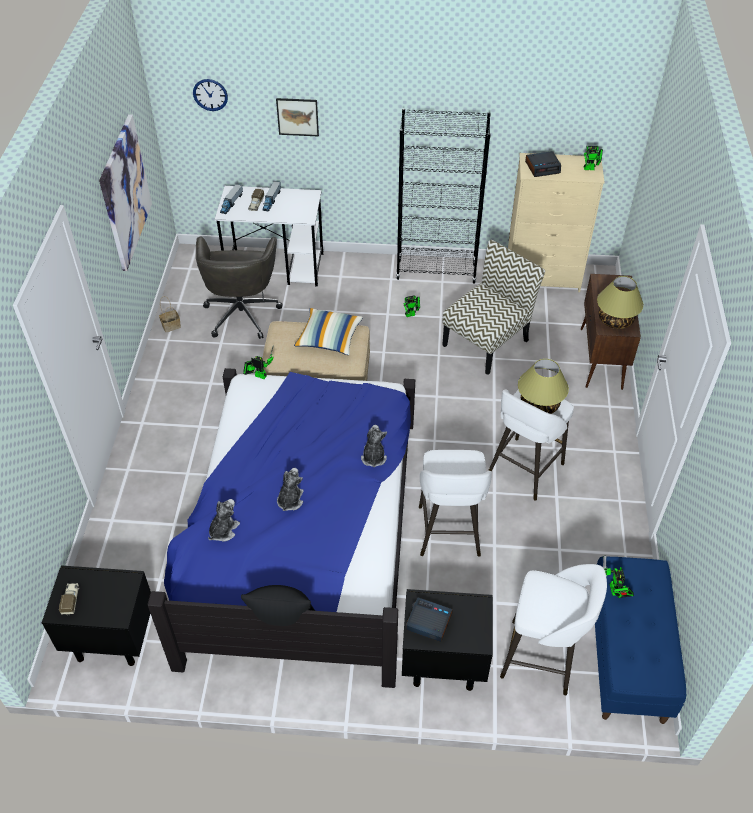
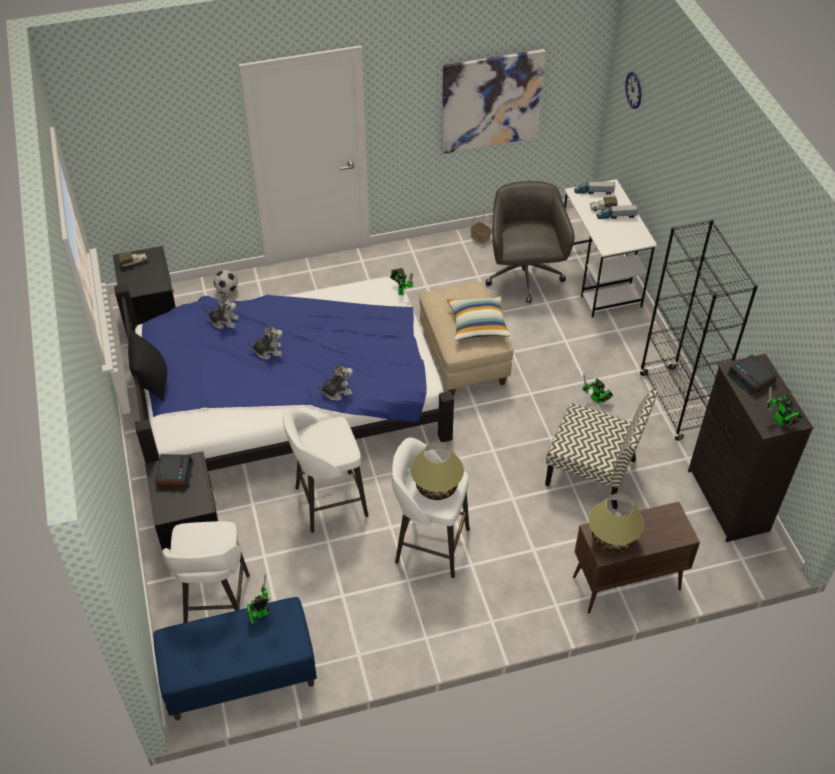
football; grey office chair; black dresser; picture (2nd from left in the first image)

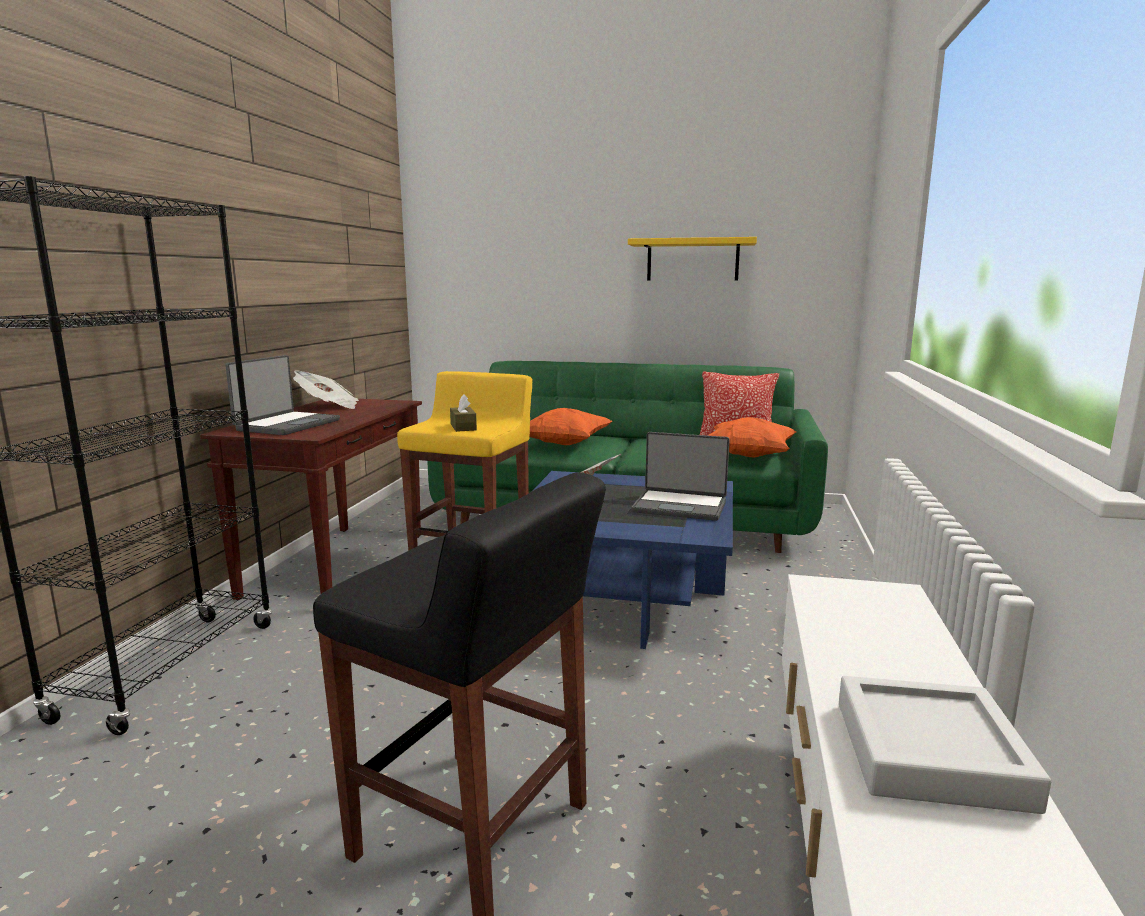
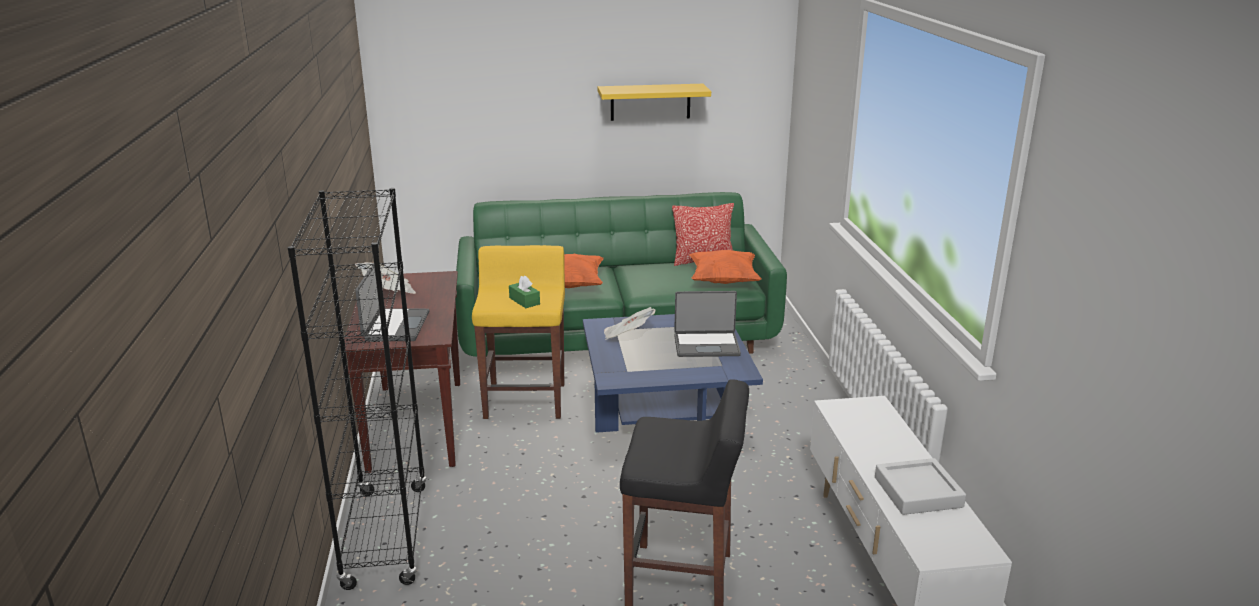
green tissue box

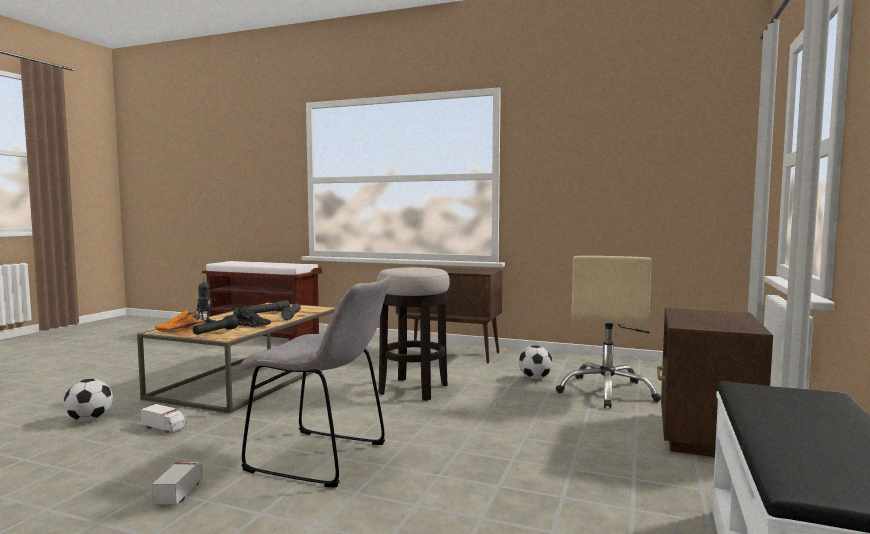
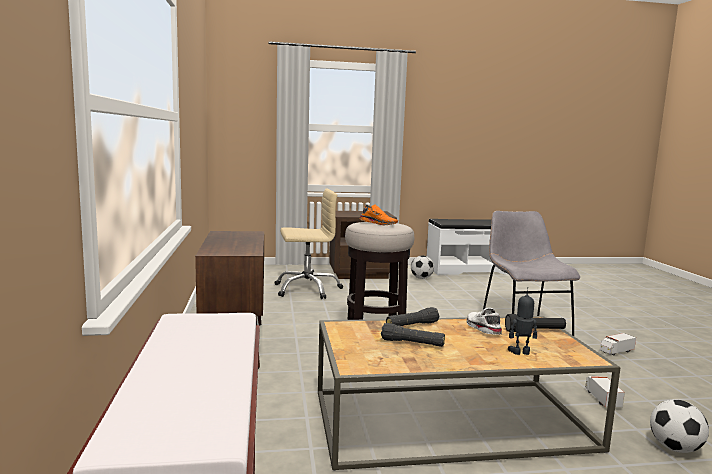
orange shoe; football (1st from left); white shoe

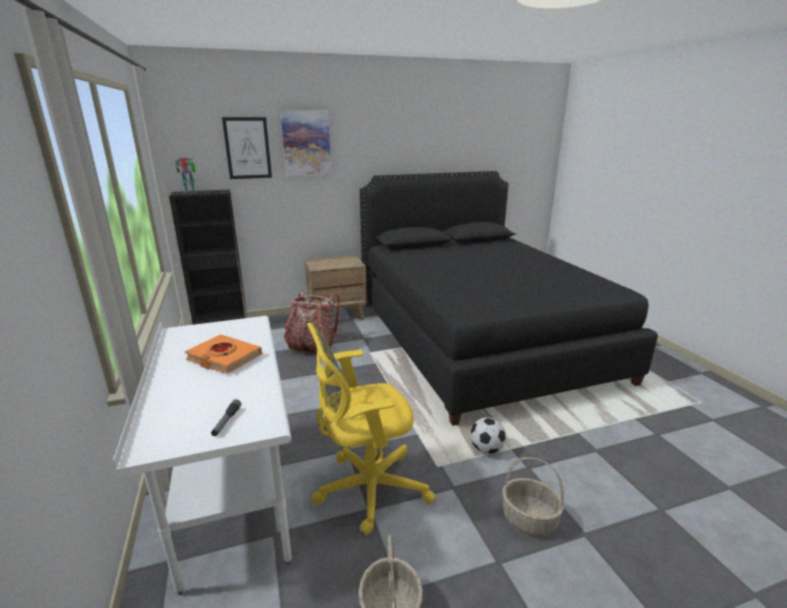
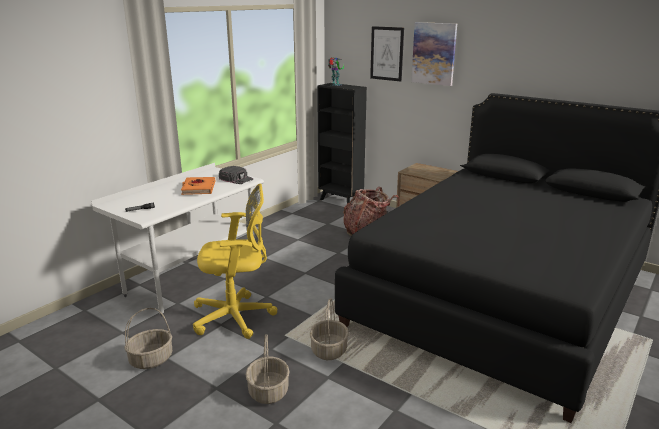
yellow office chair; black cap; basket (3rd from left)

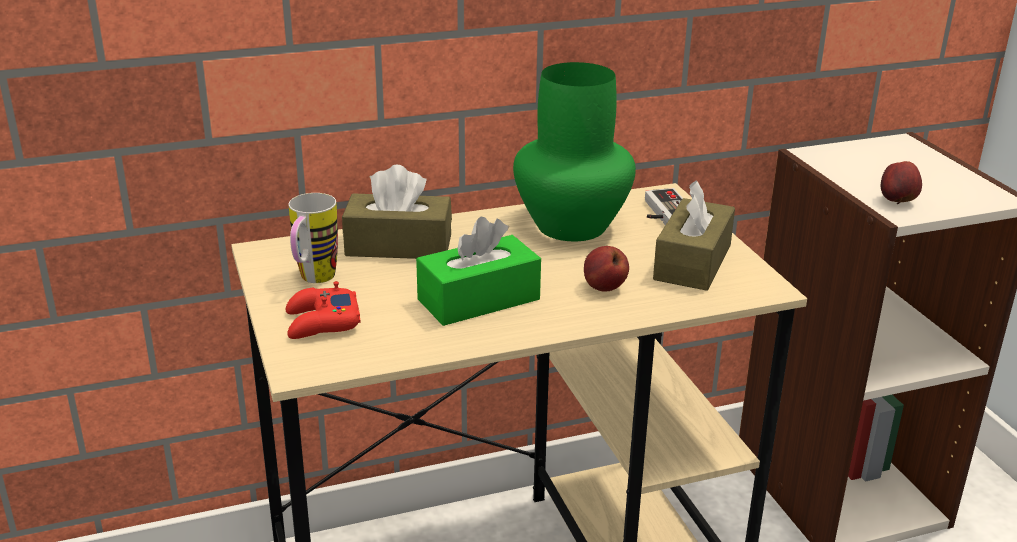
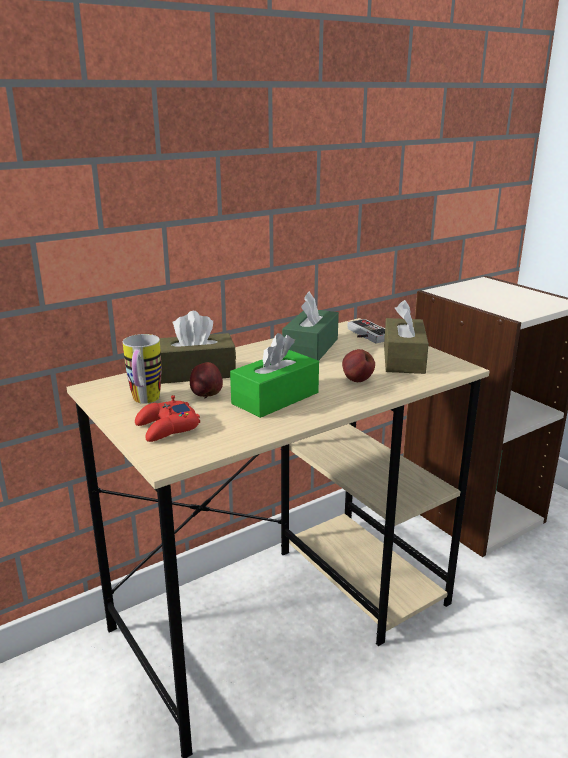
apple (1st from left); green tissue box (2nd from left)

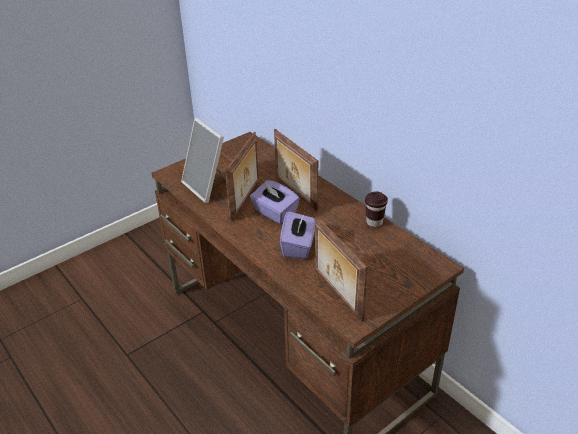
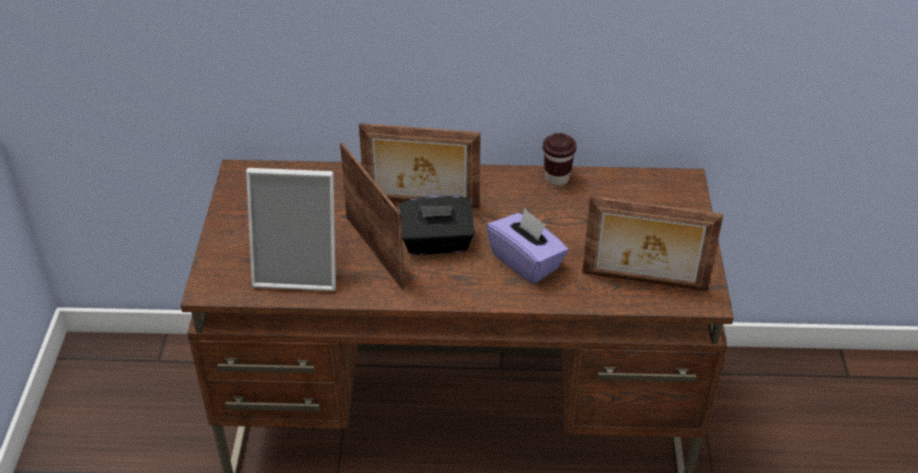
black tissue box

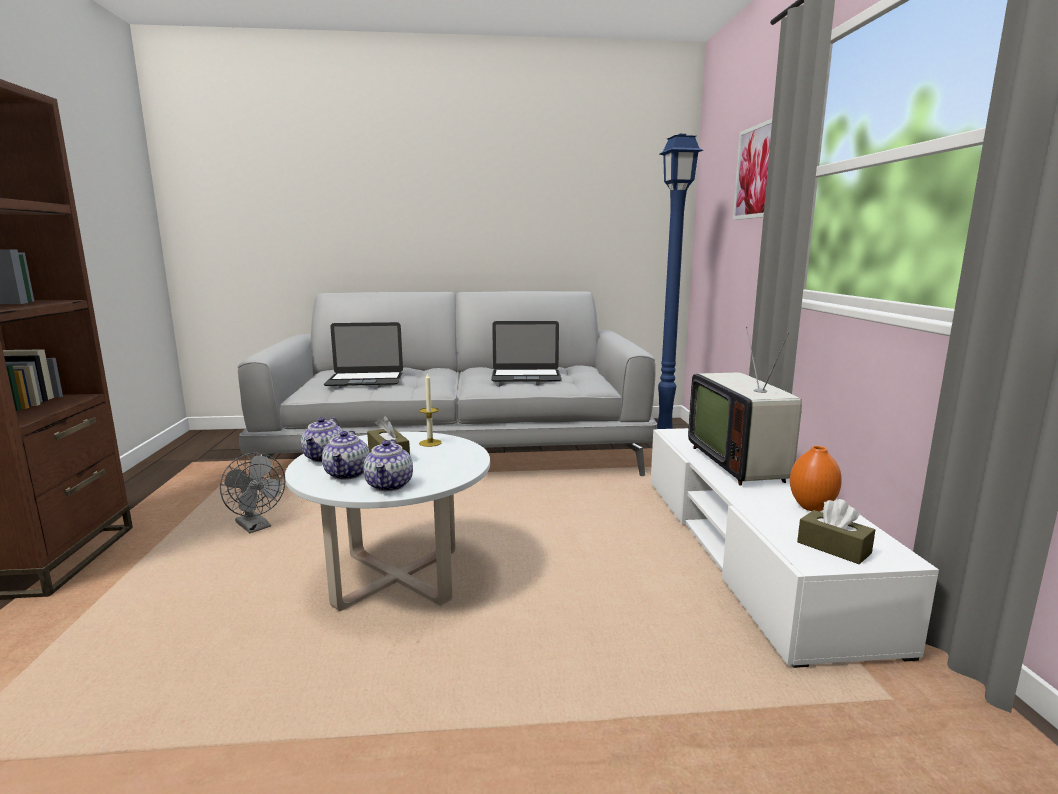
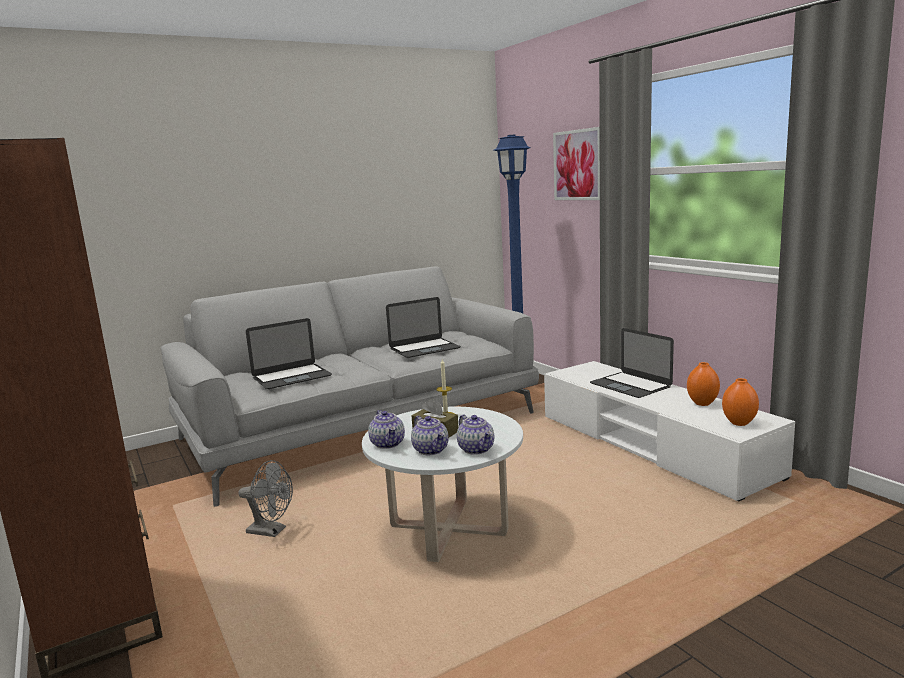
laptop (3rd from left); orange vase (2nd from left)

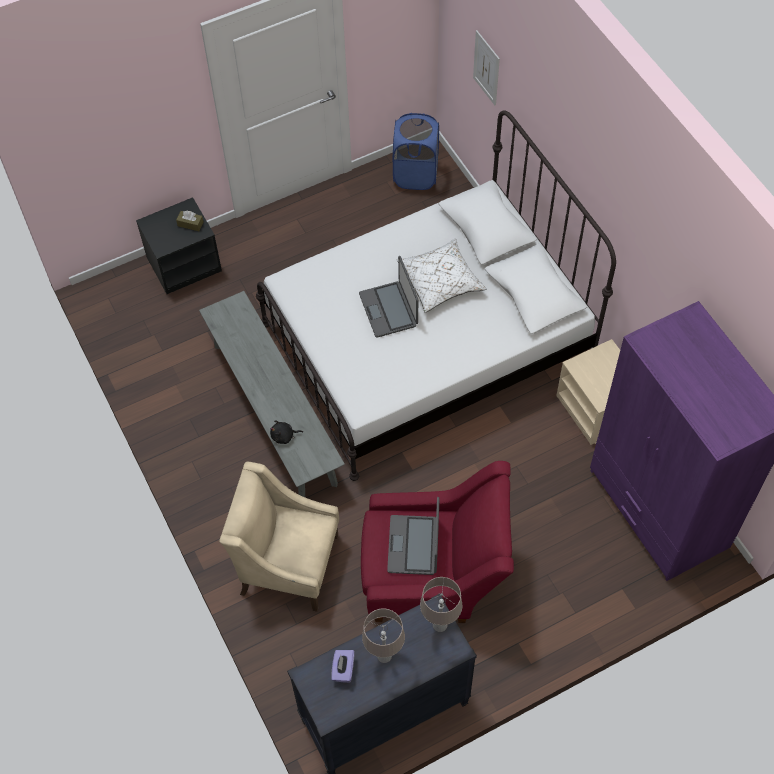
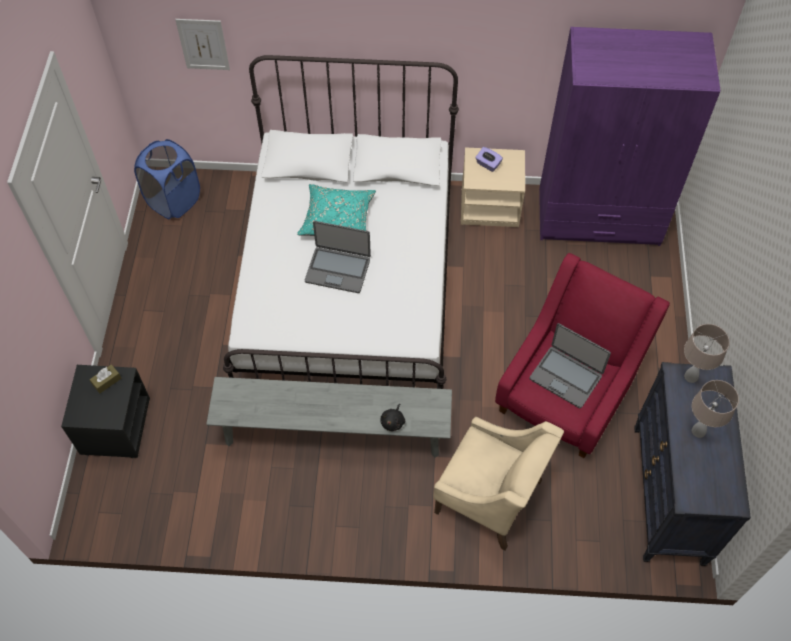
turquoise pillow; beige armchair; purple tissue box

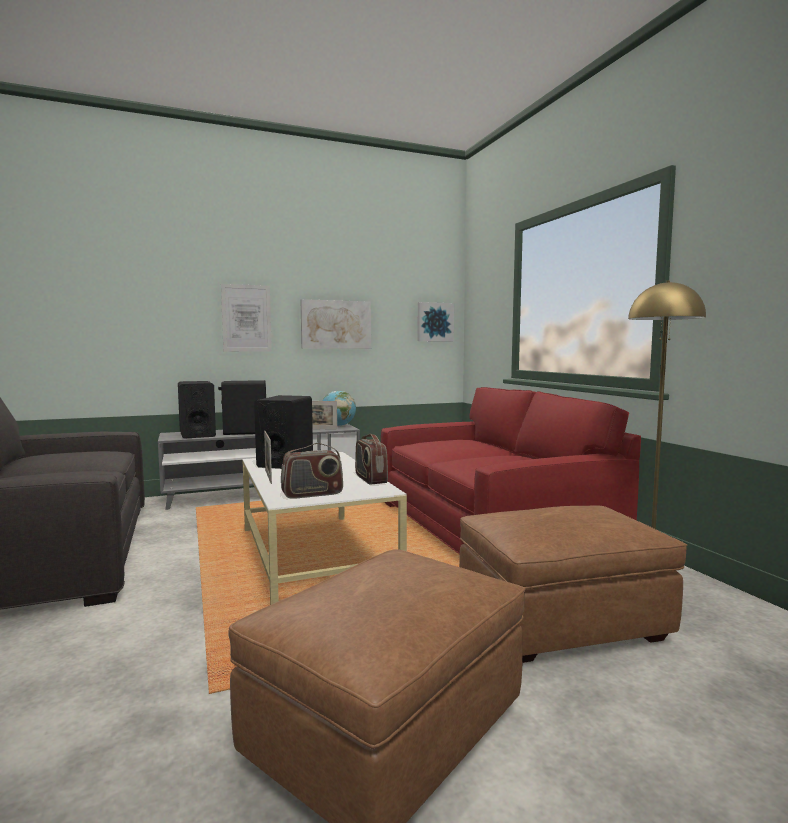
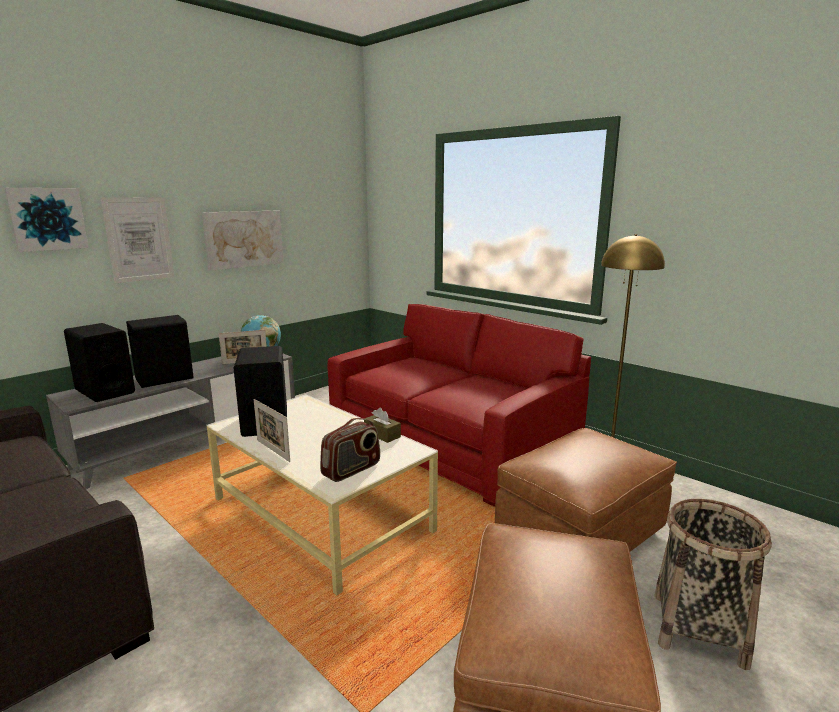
picture (1st from left); brown tissue box; basket

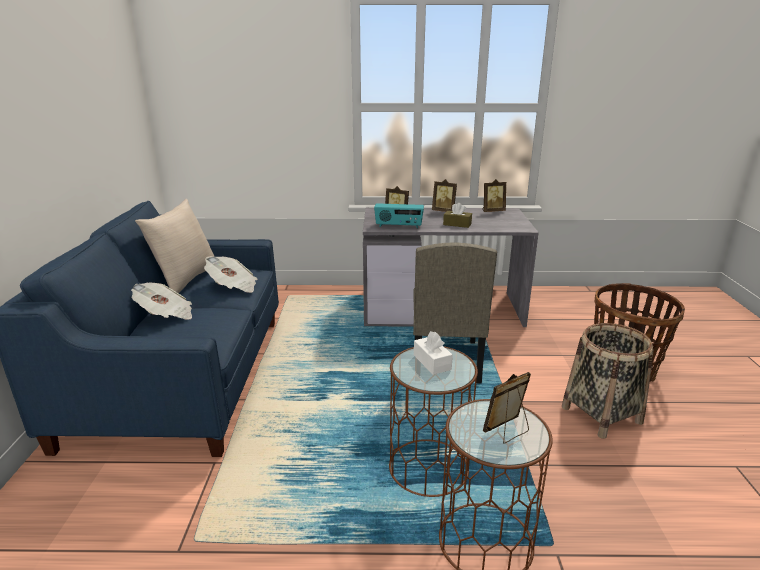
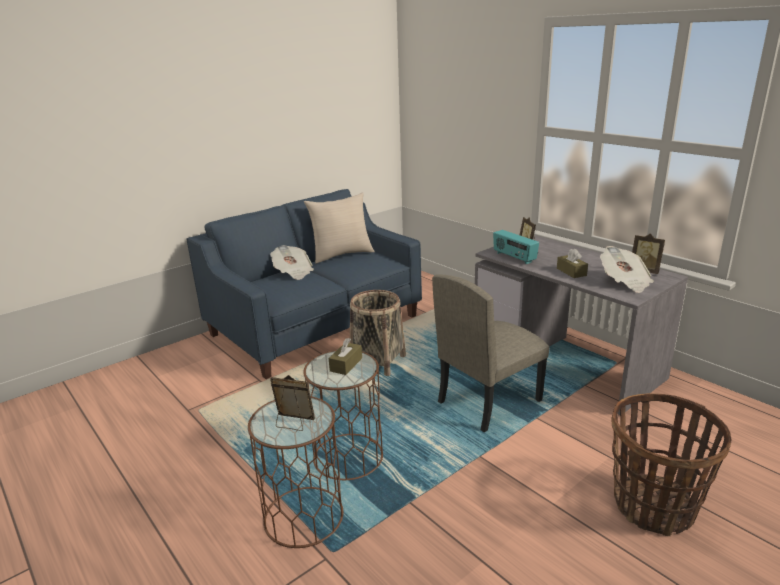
brown tissue box (1st from left); basket (1st from left); newspaper (2nd from left); picture frame (2nd from left in the first image)

